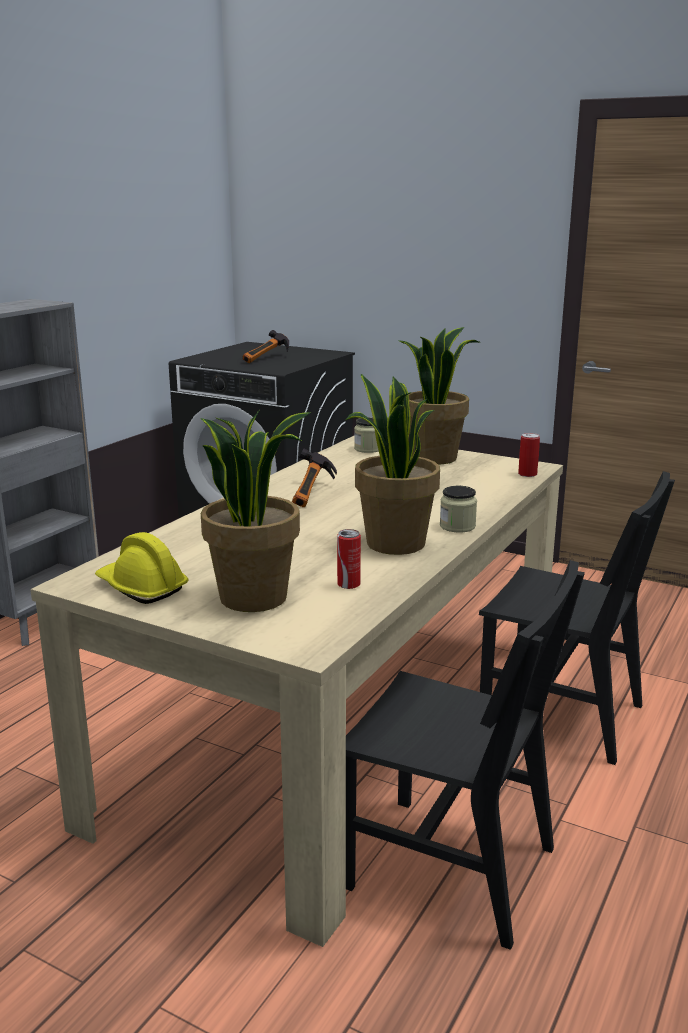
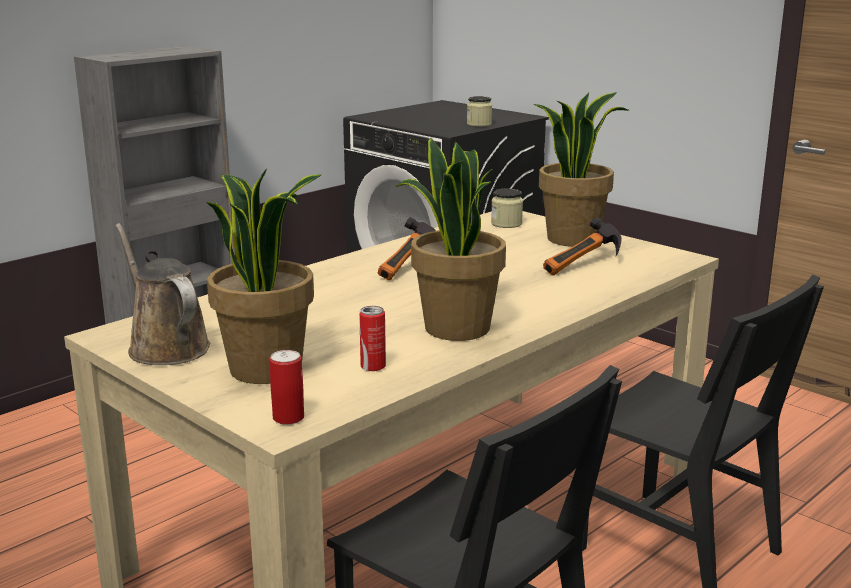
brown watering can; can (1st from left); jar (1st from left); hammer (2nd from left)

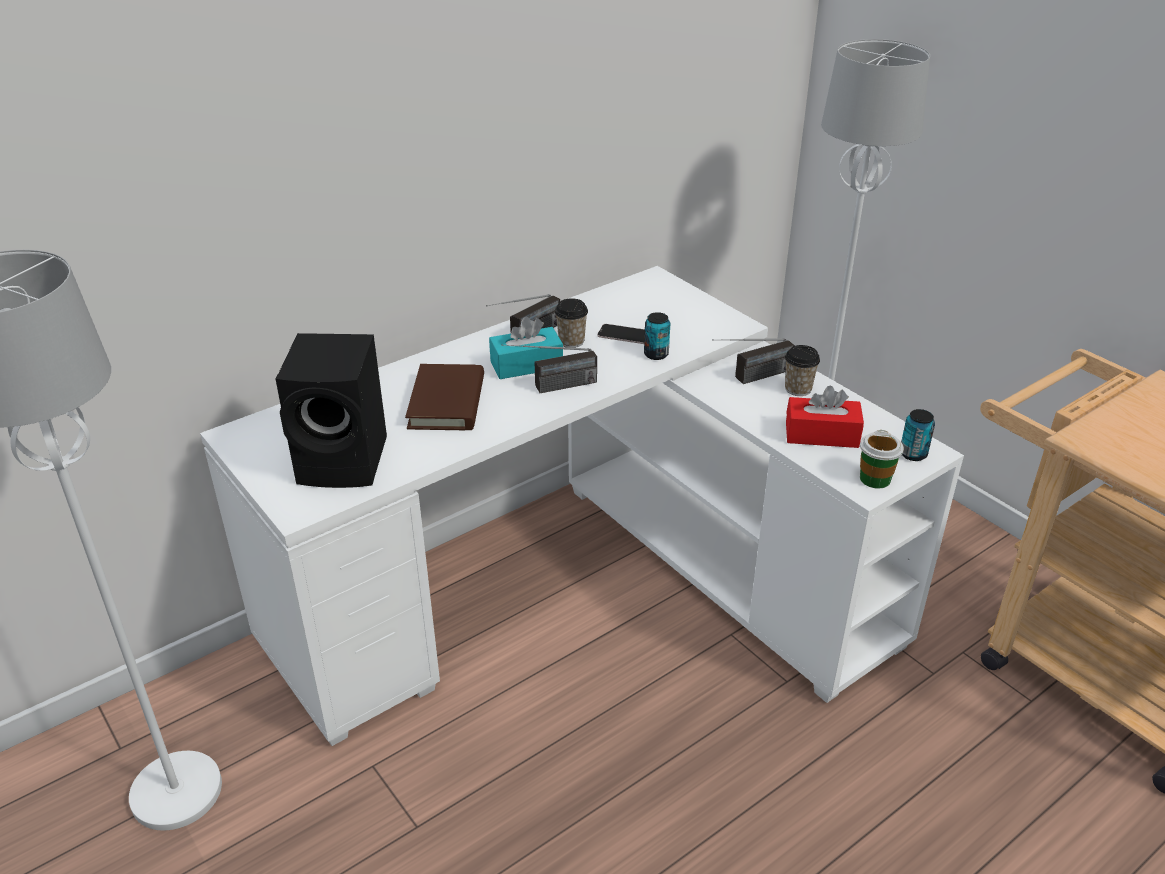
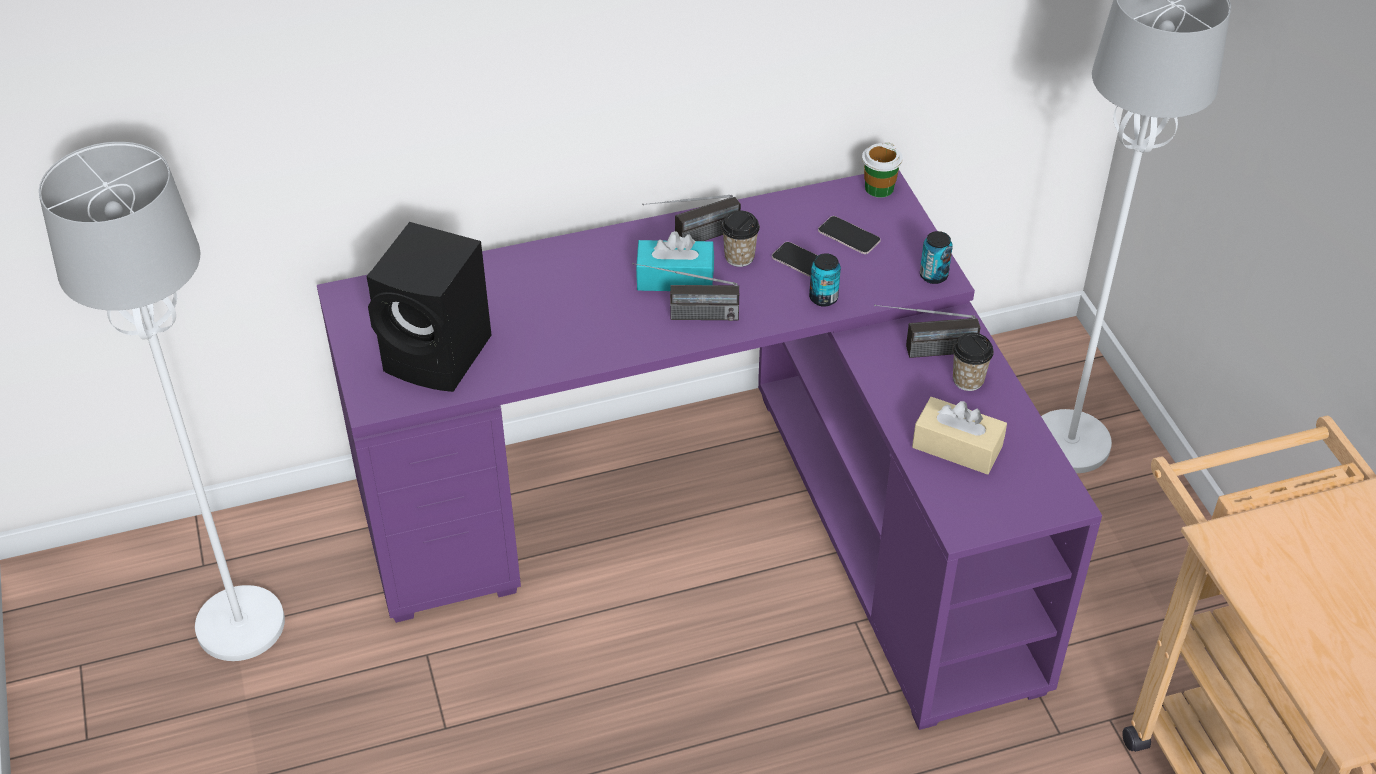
purple desk; phone (2nd from left); cup (2nd from left); beige tissue box; can (2nd from left); brown book

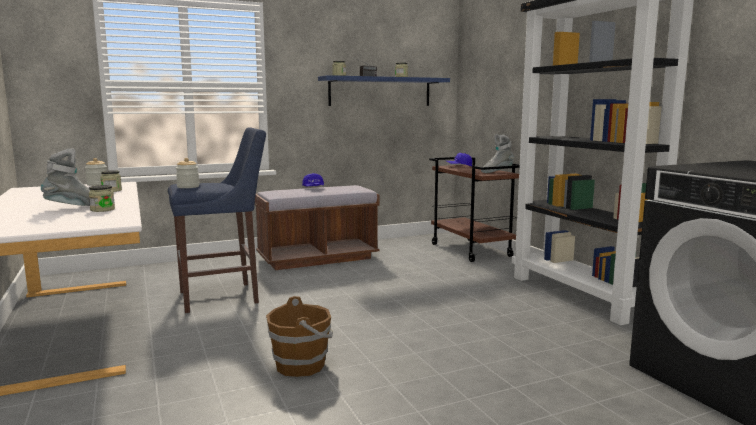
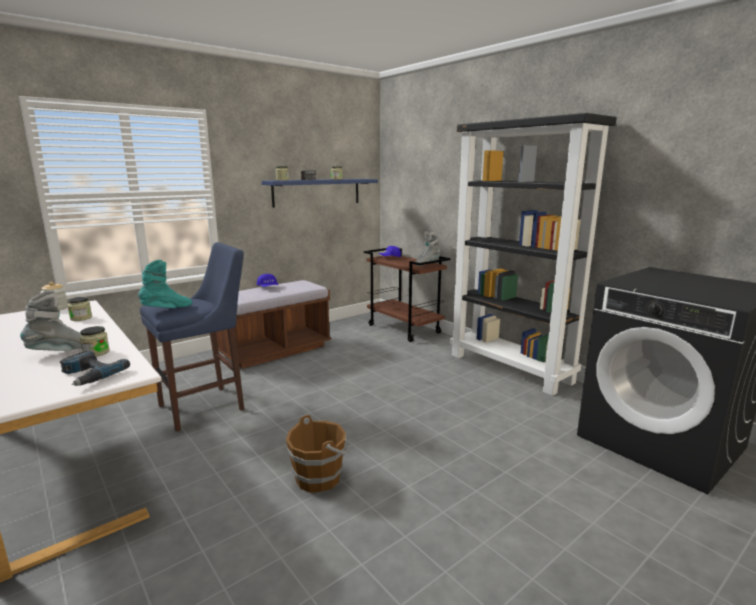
power drill; turquoise boot

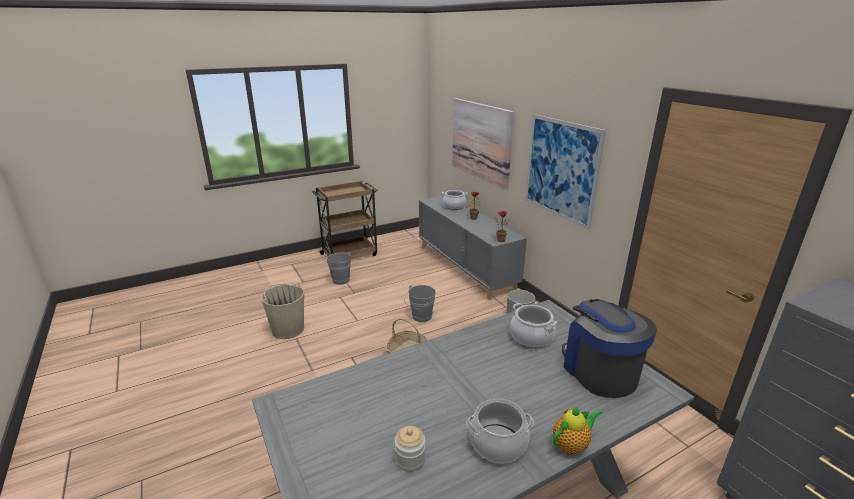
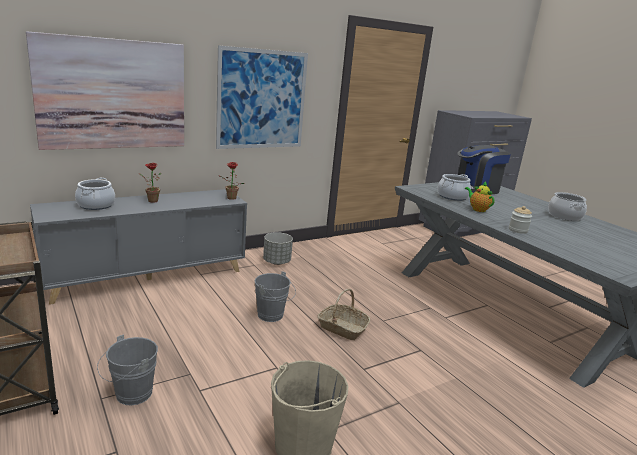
teapot; jar

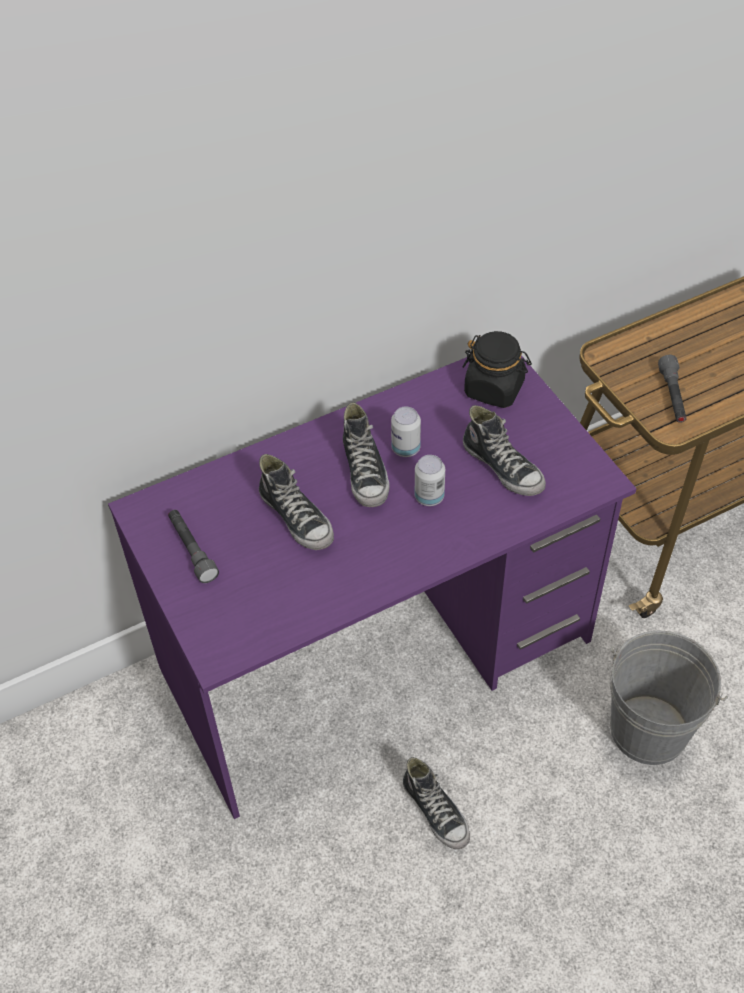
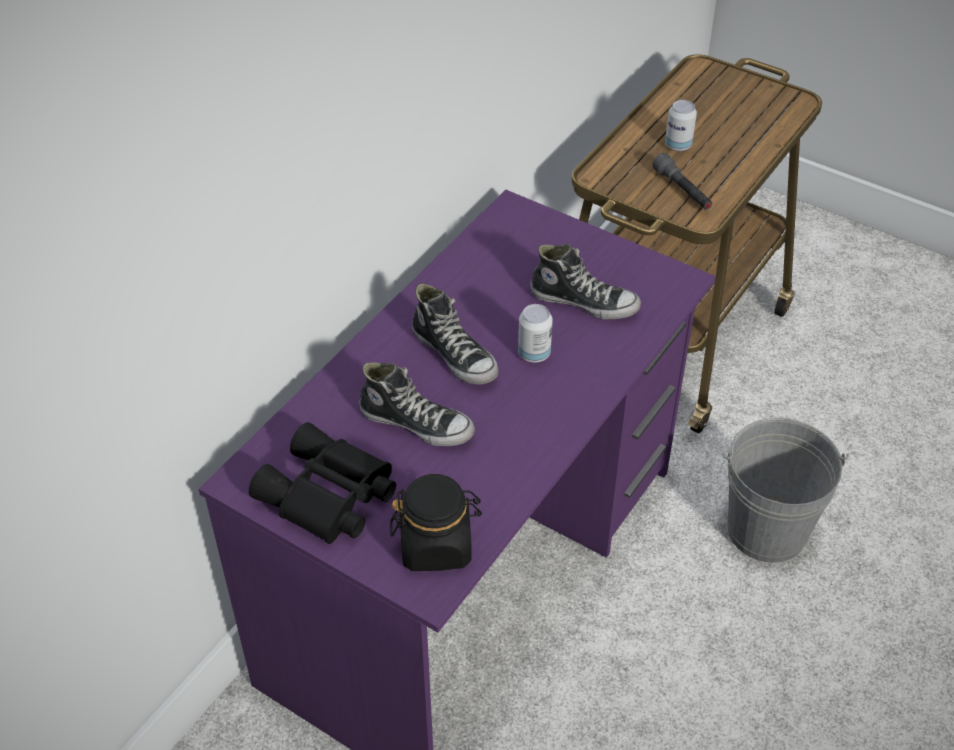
black binoculars; black jar; can (2nd from left); shoe (3rd from left in the first image)

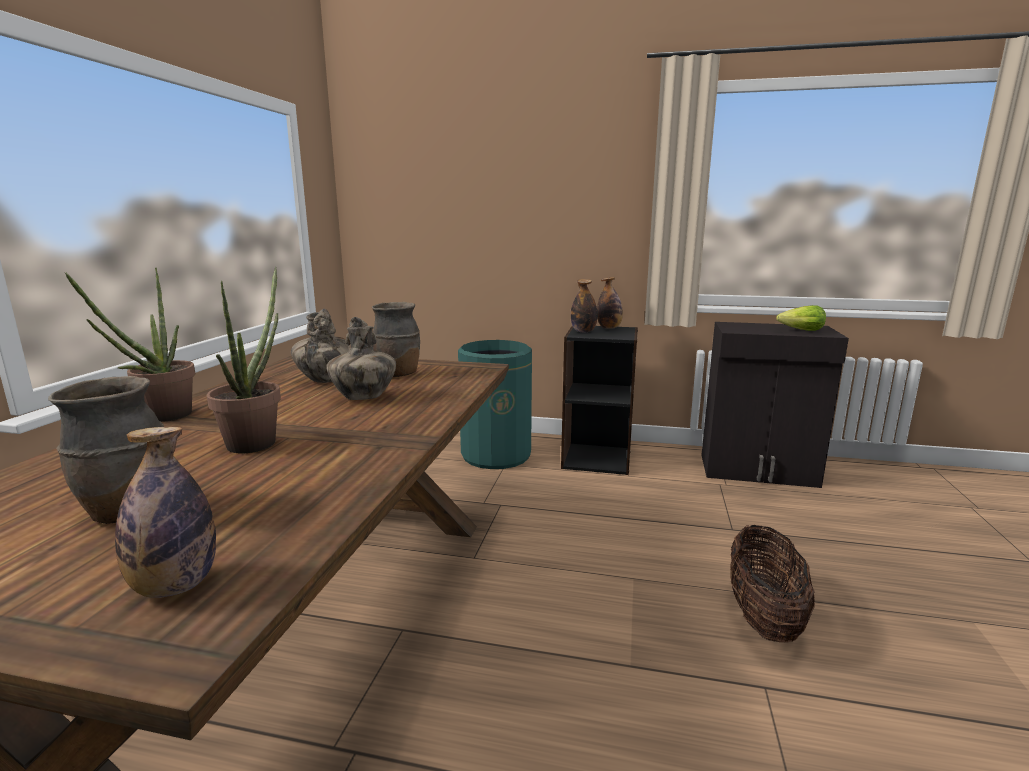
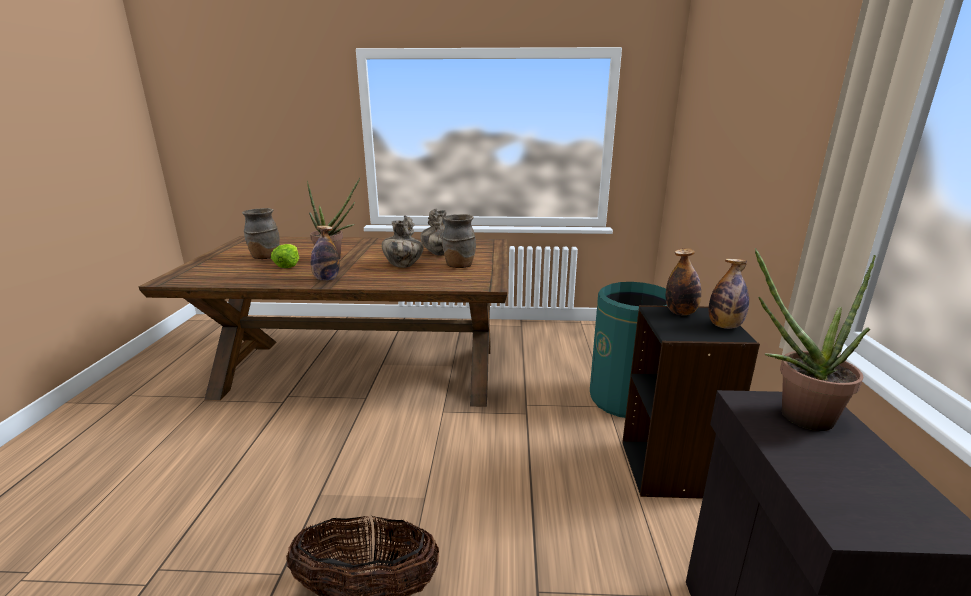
lettuce; bottle (1st from left); potted plant (2nd from left)

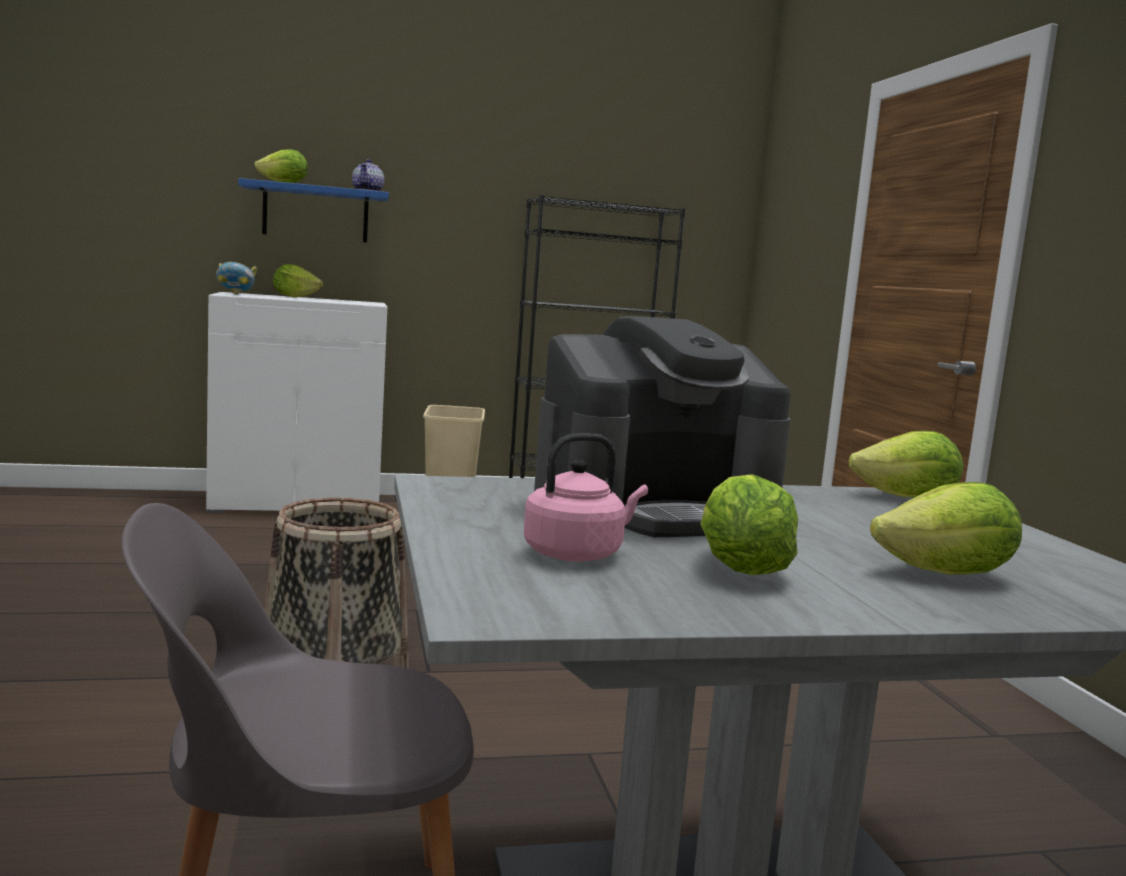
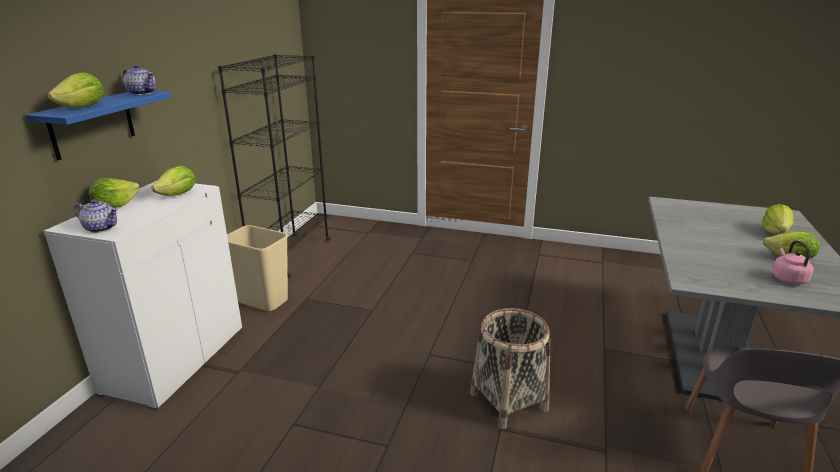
teapot (1st from left); lettuce (3rd from left); coffee machine

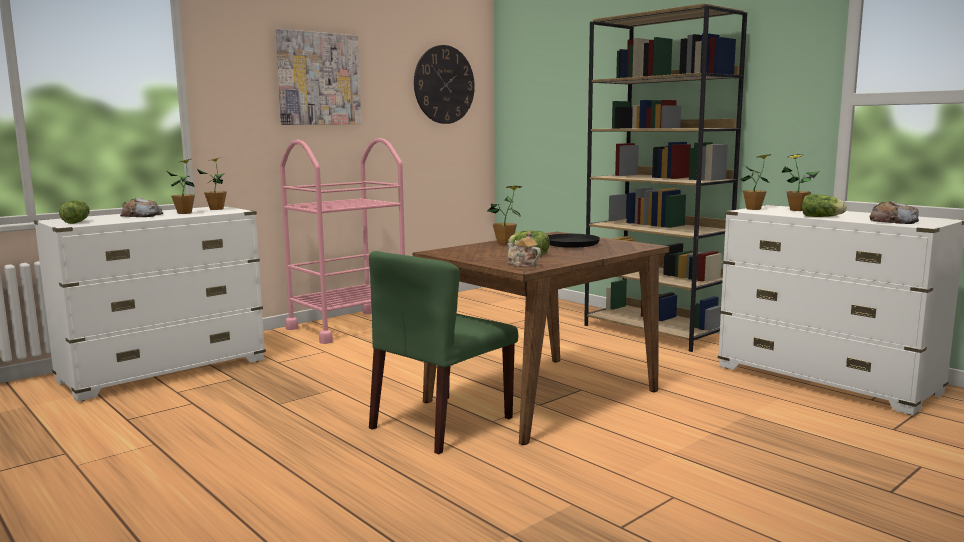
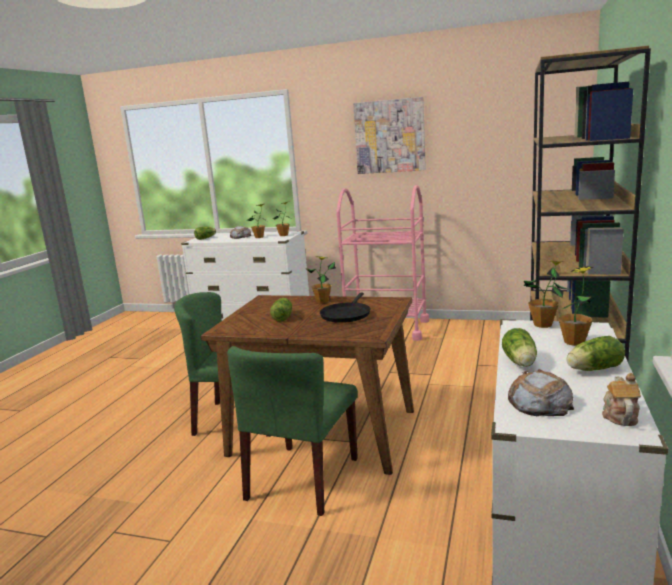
green chair (2nd from left); lettuce (4th from left); teapot; wall clock

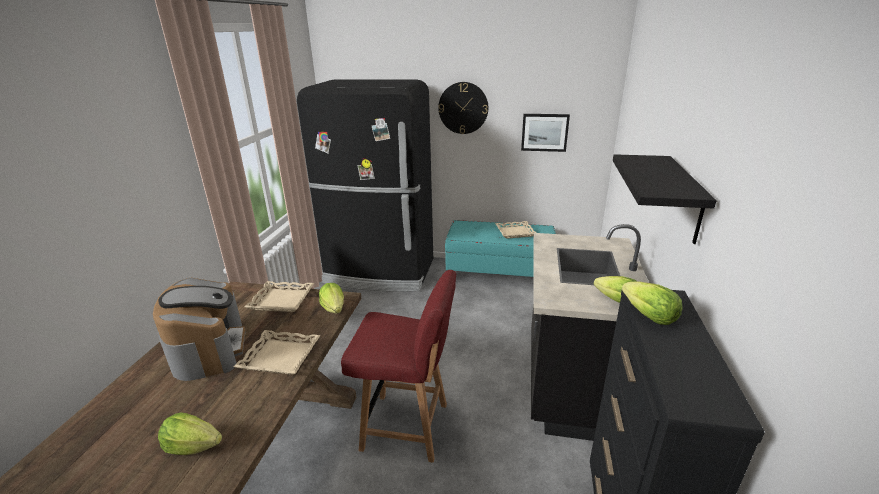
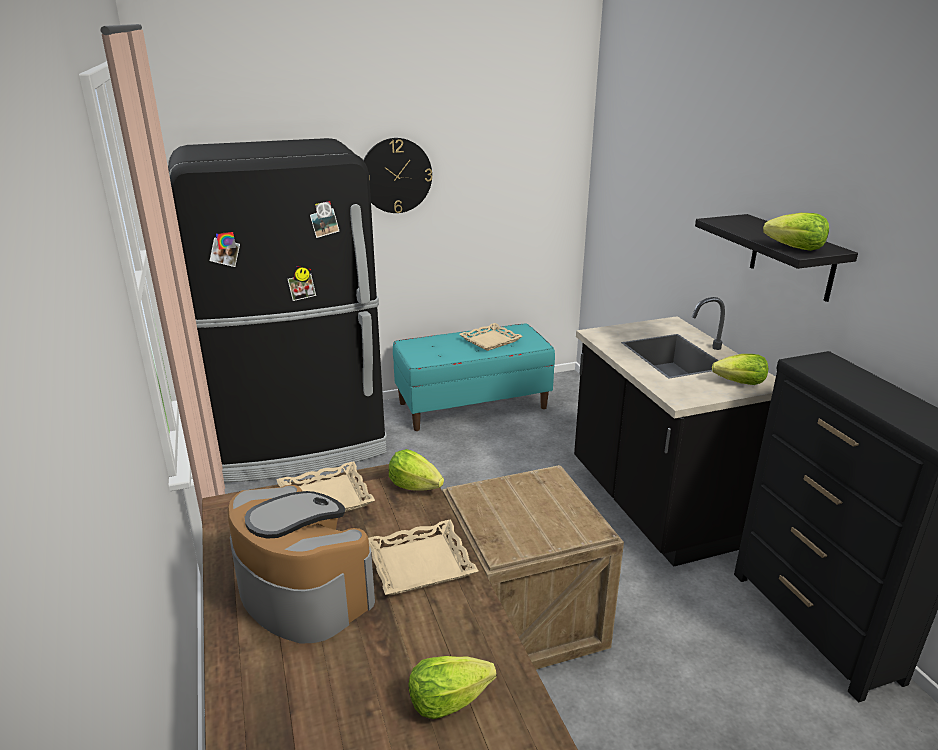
crate; lettuce (4th from left); picture

